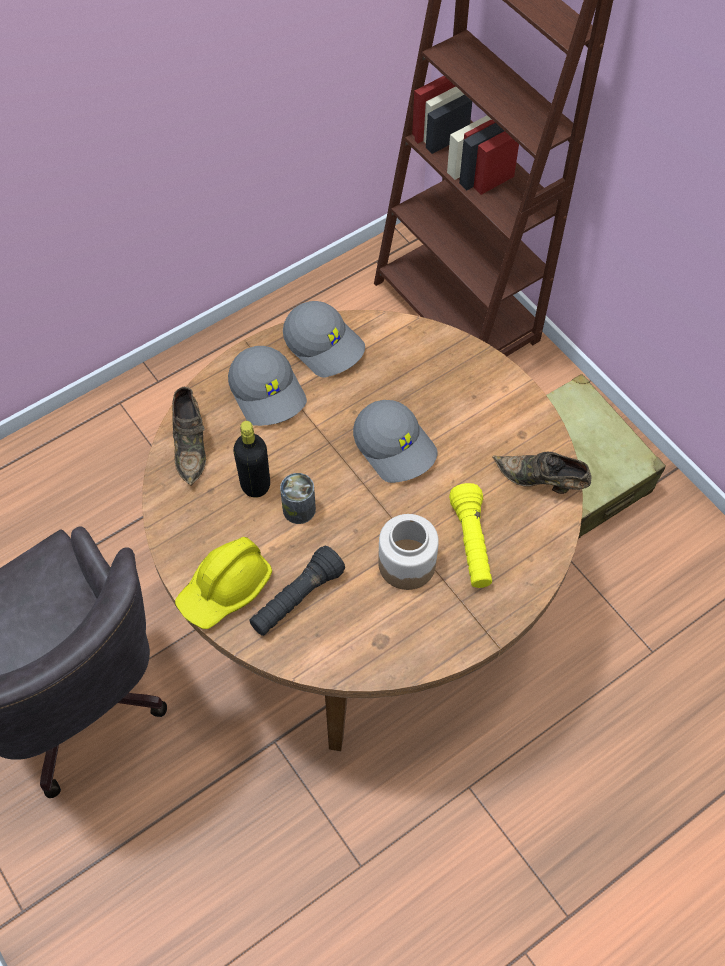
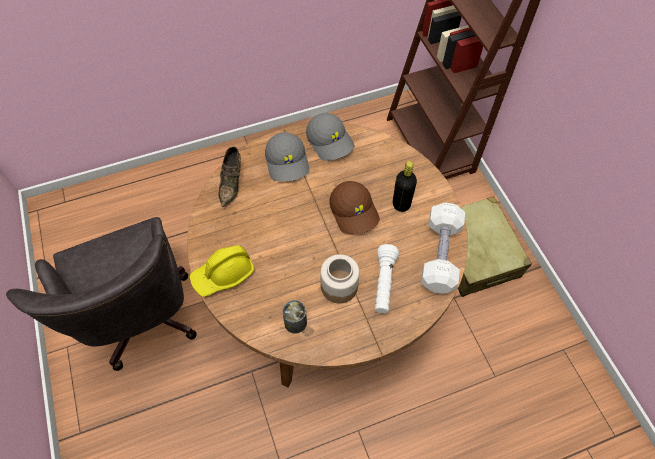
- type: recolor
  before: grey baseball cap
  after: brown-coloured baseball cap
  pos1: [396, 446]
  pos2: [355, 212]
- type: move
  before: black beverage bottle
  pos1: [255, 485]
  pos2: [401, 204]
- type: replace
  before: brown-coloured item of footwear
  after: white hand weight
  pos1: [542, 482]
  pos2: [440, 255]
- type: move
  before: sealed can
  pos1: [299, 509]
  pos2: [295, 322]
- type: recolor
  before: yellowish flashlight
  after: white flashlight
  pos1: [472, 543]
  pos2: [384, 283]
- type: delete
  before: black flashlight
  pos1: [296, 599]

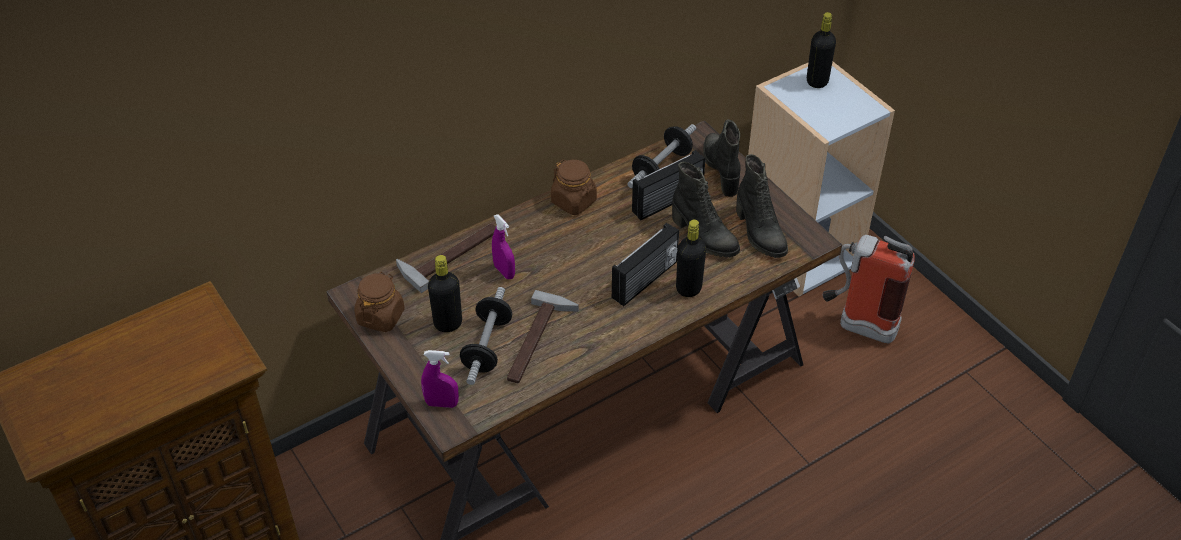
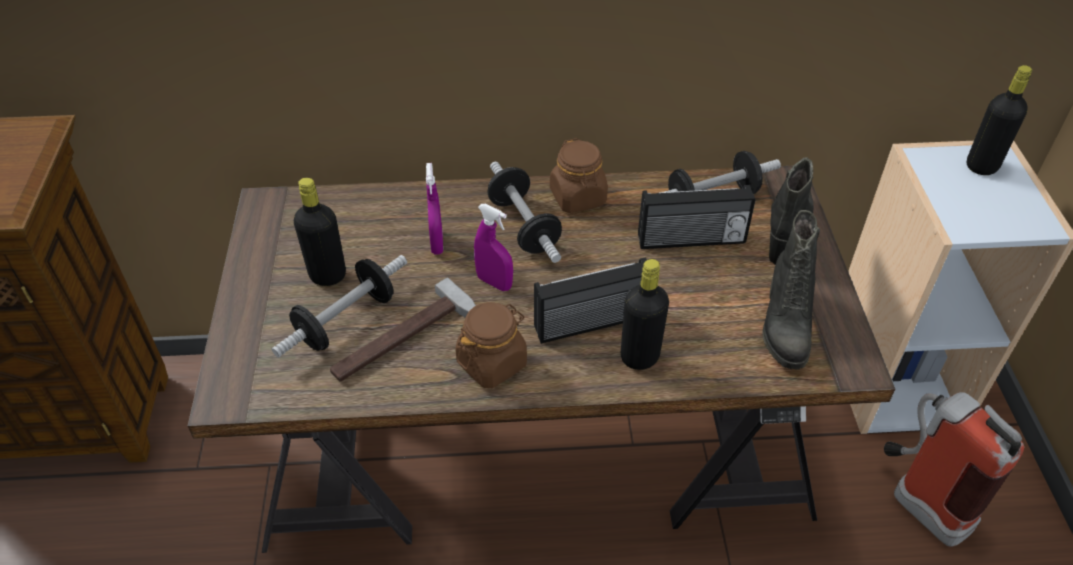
- type: delete
  before: black tall boot
  pos1: [703, 237]
- type: delete
  before: hammer
  pos1: [450, 253]
- type: move
  before: brown-coloured jar
  pos1: [381, 316]
  pos2: [492, 363]
- type: move
  before: purple-coloured sprayer
  pos1: [442, 403]
  pos2: [494, 282]
- type: insert
  after: hand weight
  pos2: [524, 226]

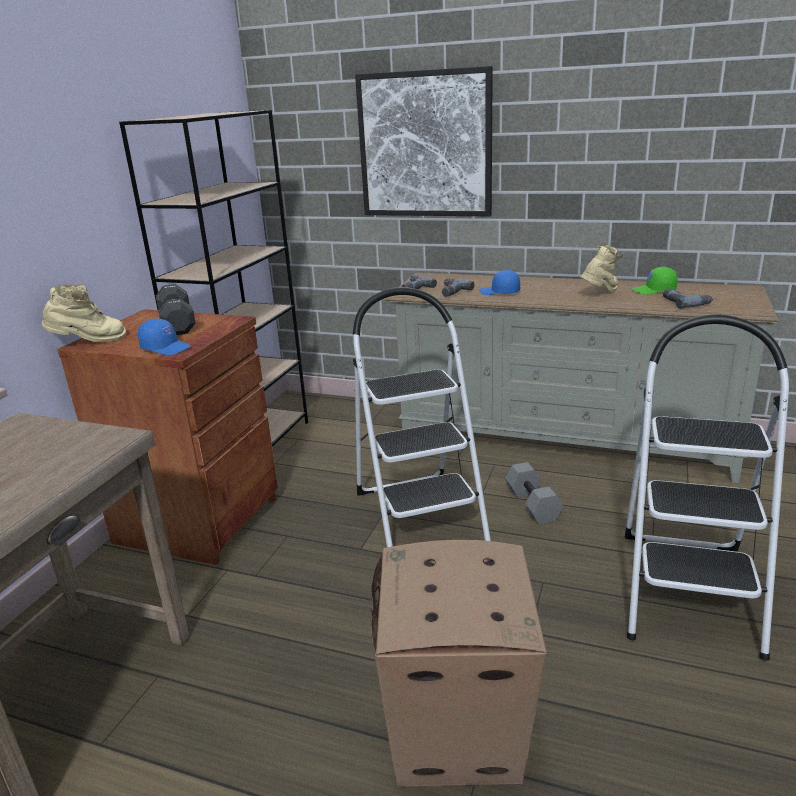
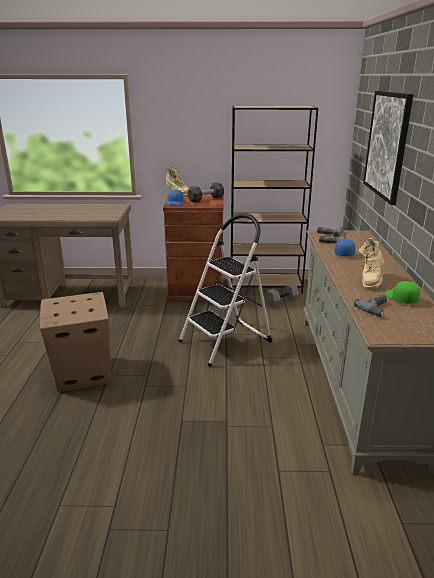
- type: rotate
  before: sand-coloured tall boot
  pos1: [600, 294]
  pos2: [370, 281]
  turn: 90
- type: delete
  before: step ladder
  pos1: [688, 588]
- type: move
  before: grey hand weight
  pos1: [531, 504]
  pos2: [281, 301]

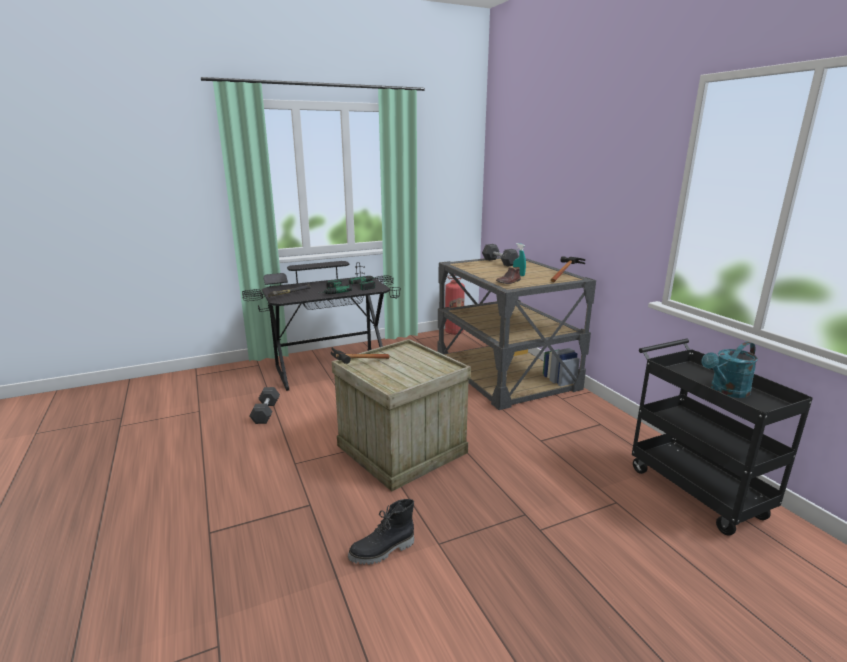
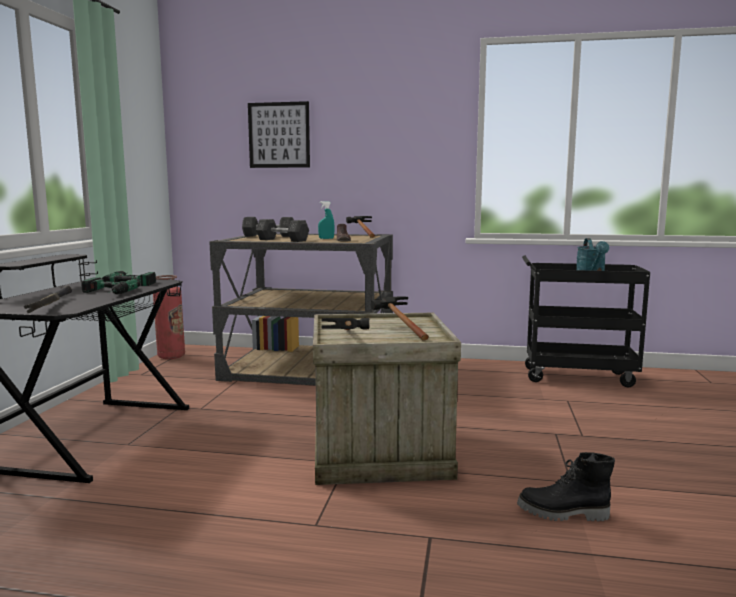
- type: move
  before: grey hand weight
  pos1: [266, 412]
  pos2: [282, 240]
- type: rotate
  before: black tall boot
  pos1: [382, 551]
  pos2: [563, 514]
  turn: 90
- type: insert
  after: wall art
  pos2: [279, 135]
- type: insert
  after: hammer
  pos2: [398, 329]

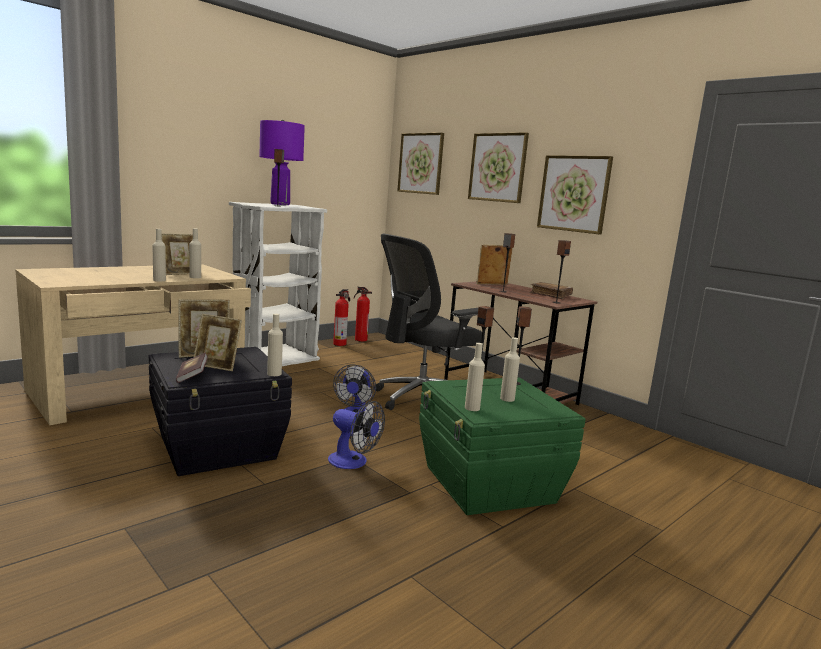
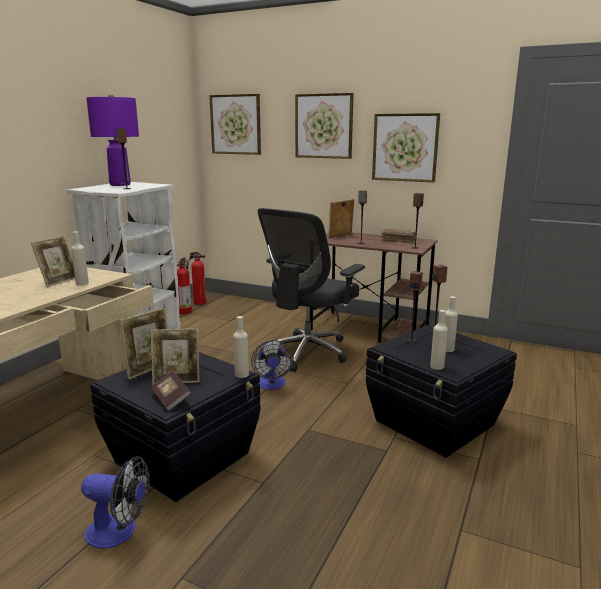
- type: delete
  before: sand-coloured beverage bottle
  pos1: [159, 280]
- type: recolor
  before: green-coloured storage container
  after: black storage container
  pos1: [488, 484]
  pos2: [435, 423]
- type: move
  before: electric fan
  pos1: [353, 462]
  pos2: [119, 532]

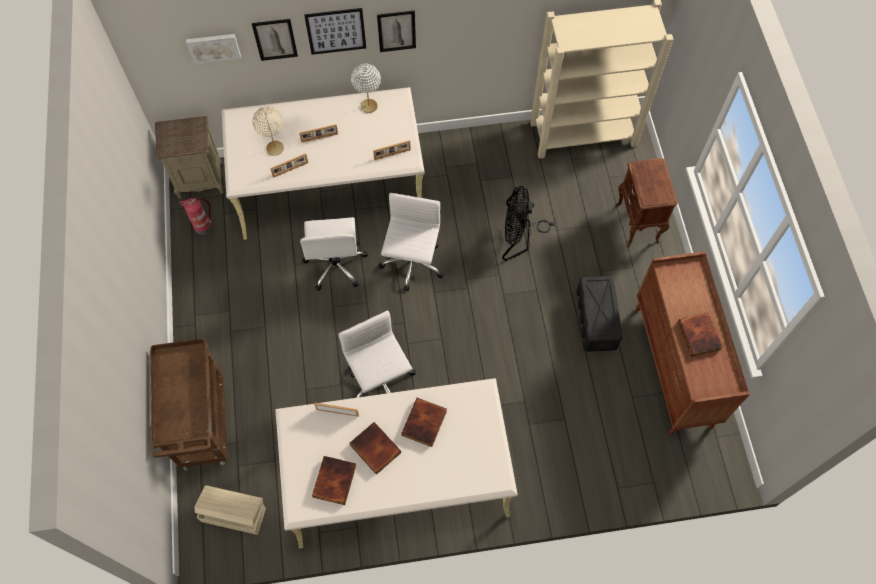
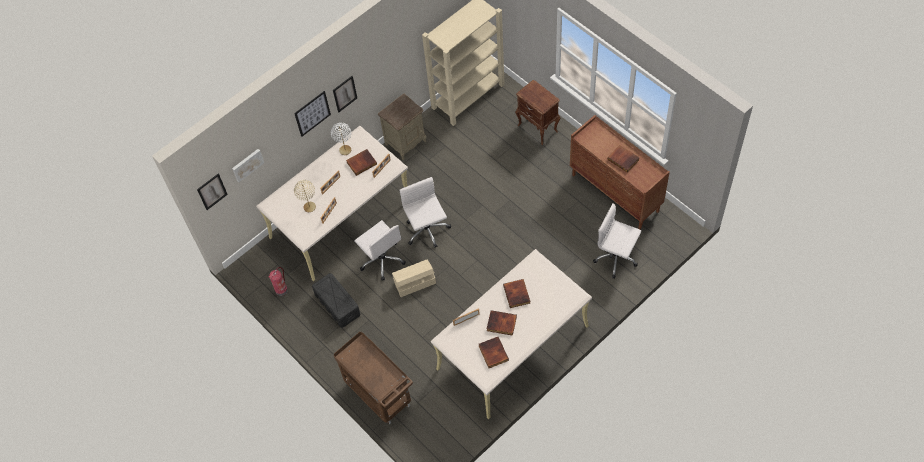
- type: move
  before: wall art
  pos1: [275, 39]
  pos2: [212, 191]
- type: move
  before: sand-coloured night table
  pos1: [200, 180]
  pos2: [406, 143]
- type: delete
  before: black electric fan
  pos1: [520, 233]
- type: move
  before: black storage container
  pos1: [596, 320]
  pos2: [338, 305]
- type: move
  before: white computer chair
  pos1: [380, 381]
  pos2: [616, 258]
- type: move
  before: sand-coloured storage container
  pos1: [233, 513]
  pos2: [414, 282]
- type: insert
  after: bound book
  pos2: [361, 162]

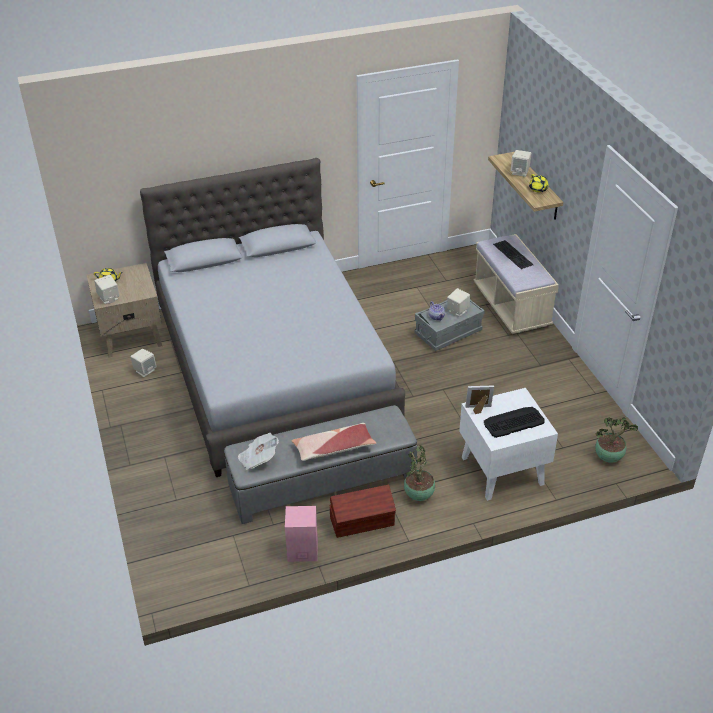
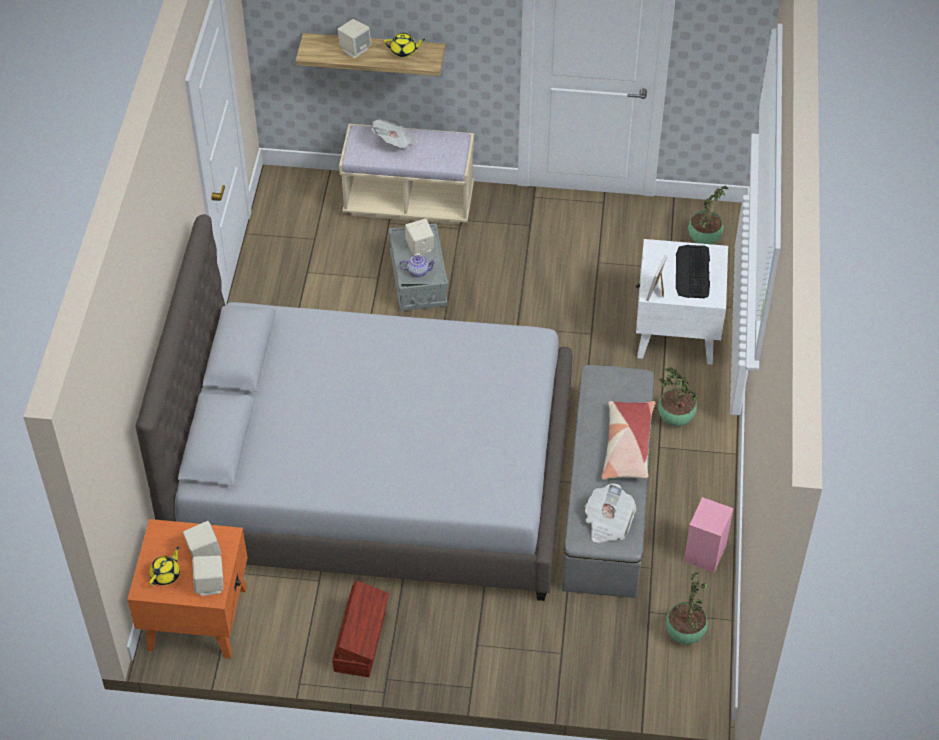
- type: replace
  before: keyboard
  after: daily paper
  pos1: [514, 254]
  pos2: [395, 143]
- type: recolor
  before: sand-coloured night table
  after: orangey night table
  pos1: [132, 335]
  pos2: [197, 617]
- type: move
  before: sand-coloured loudspeaker
  pos1: [145, 370]
  pos2: [203, 553]
- type: move
  before: brown-coloured storage container
  pos1: [363, 522]
  pos2: [361, 640]
- type: insert
  after: houseplant
  pos2: [684, 633]

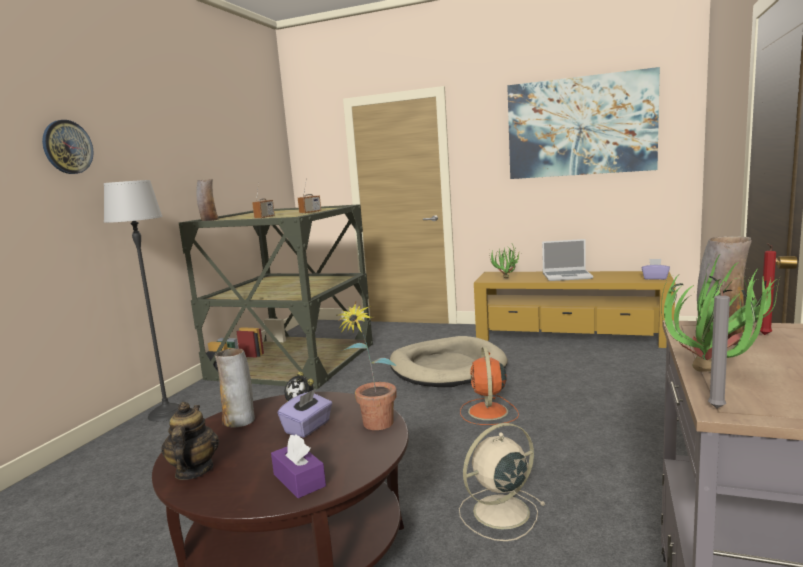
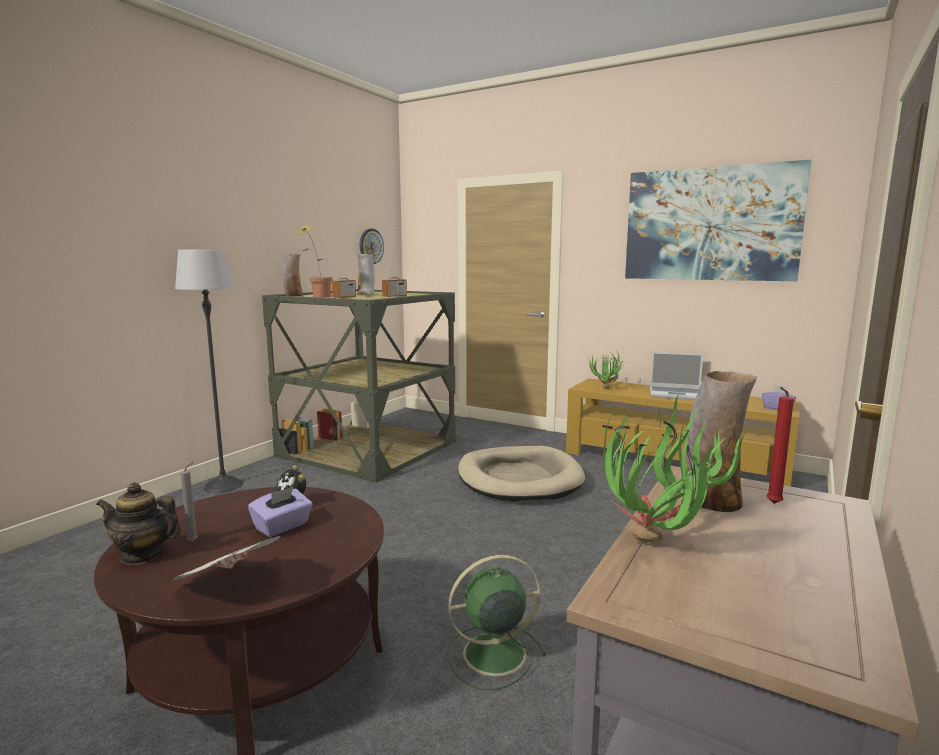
- type: move
  before: clock on the wall
  pos1: [67, 147]
  pos2: [371, 246]
- type: move
  before: grey wax candle
  pos1: [717, 407]
  pos2: [194, 541]
- type: move
  before: houseplant
  pos1: [373, 427]
  pos2: [317, 297]
- type: delete
  before: orangey electric fan
  pos1: [488, 412]
- type: move
  before: vase
  pos1: [239, 420]
  pos2: [366, 294]
- type: rotate
  before: pot for tea
  pos1: [193, 471]
  pos2: [143, 555]
  turn: -90
- type: recolor
  before: sand-coloured electric fan
  after: green-coloured electric fan
  pos1: [499, 512]
  pos2: [491, 654]
- type: replace
  before: purple-coloured box of tissues
  after: daily paper
  pos1: [299, 480]
  pos2: [229, 584]

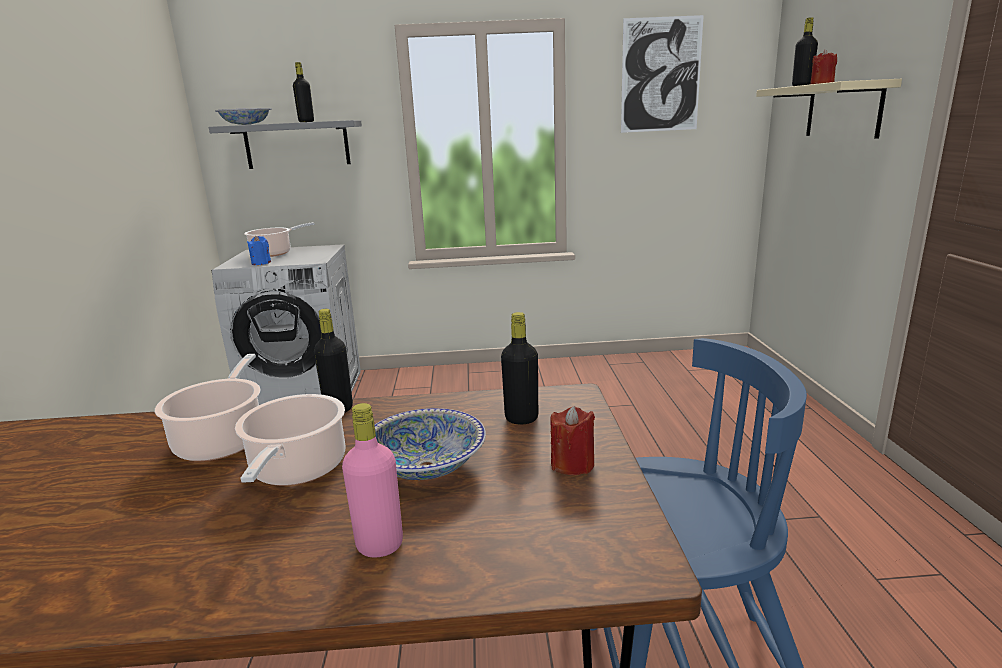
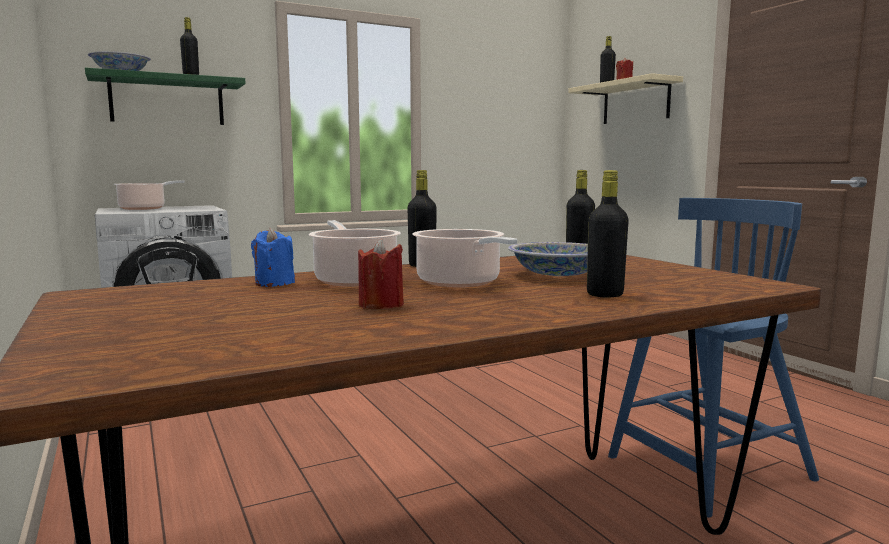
- type: delete
  before: wall art
  pos1: [661, 75]
- type: recolor
  before: grey shelf
  after: green-coloured shelf
  pos1: [297, 145]
  pos2: [167, 101]
- type: move
  before: blue wax candle
  pos1: [261, 263]
  pos2: [274, 283]
- type: recolor
  before: pink-coloured beverage bottle
  after: black beverage bottle
  pos1: [379, 545]
  pos2: [605, 295]
- type: move
  before: red wax candle
  pos1: [572, 464]
  pos2: [381, 305]

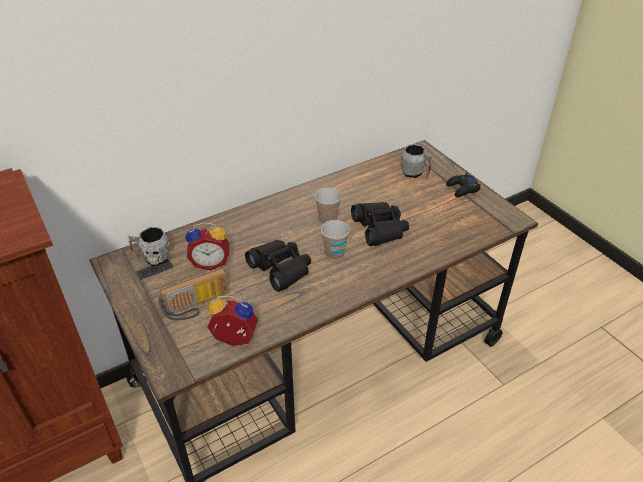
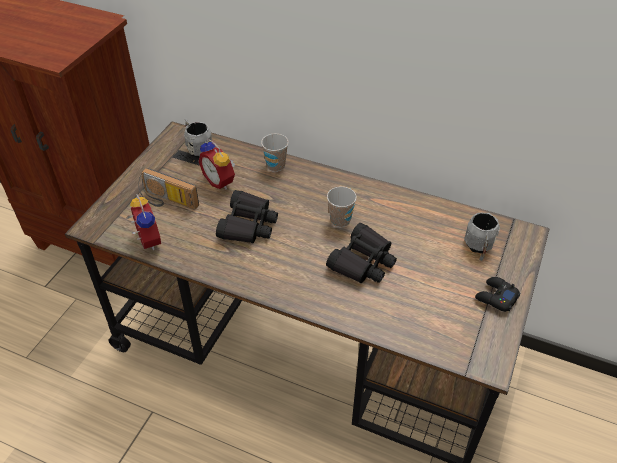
- type: move
  before: small cup
  pos1: [334, 253]
  pos2: [276, 166]

